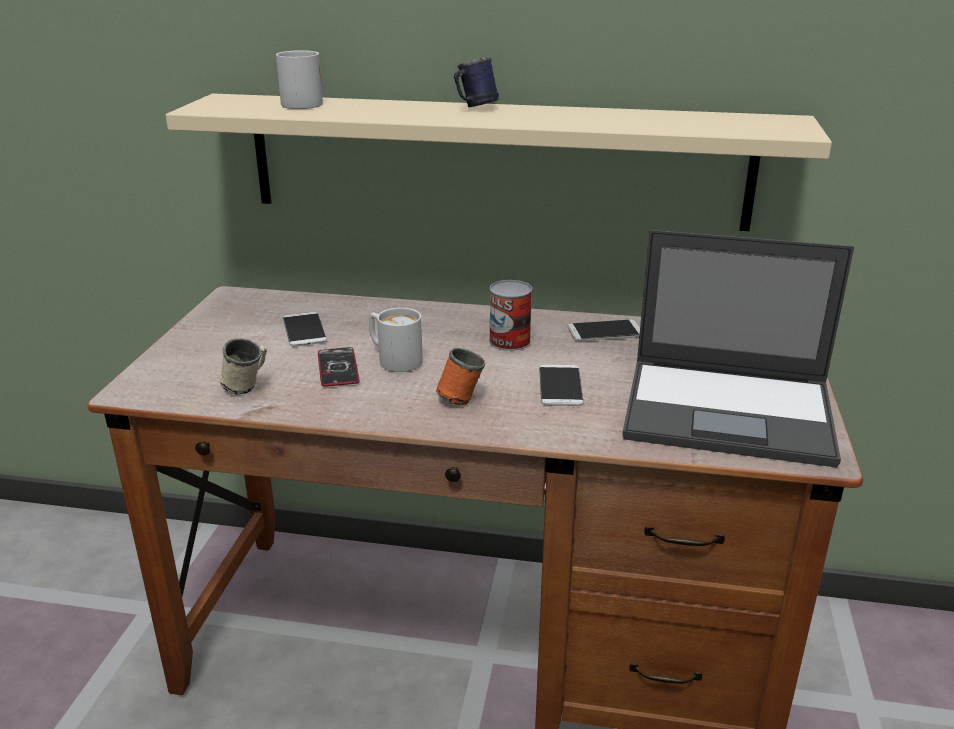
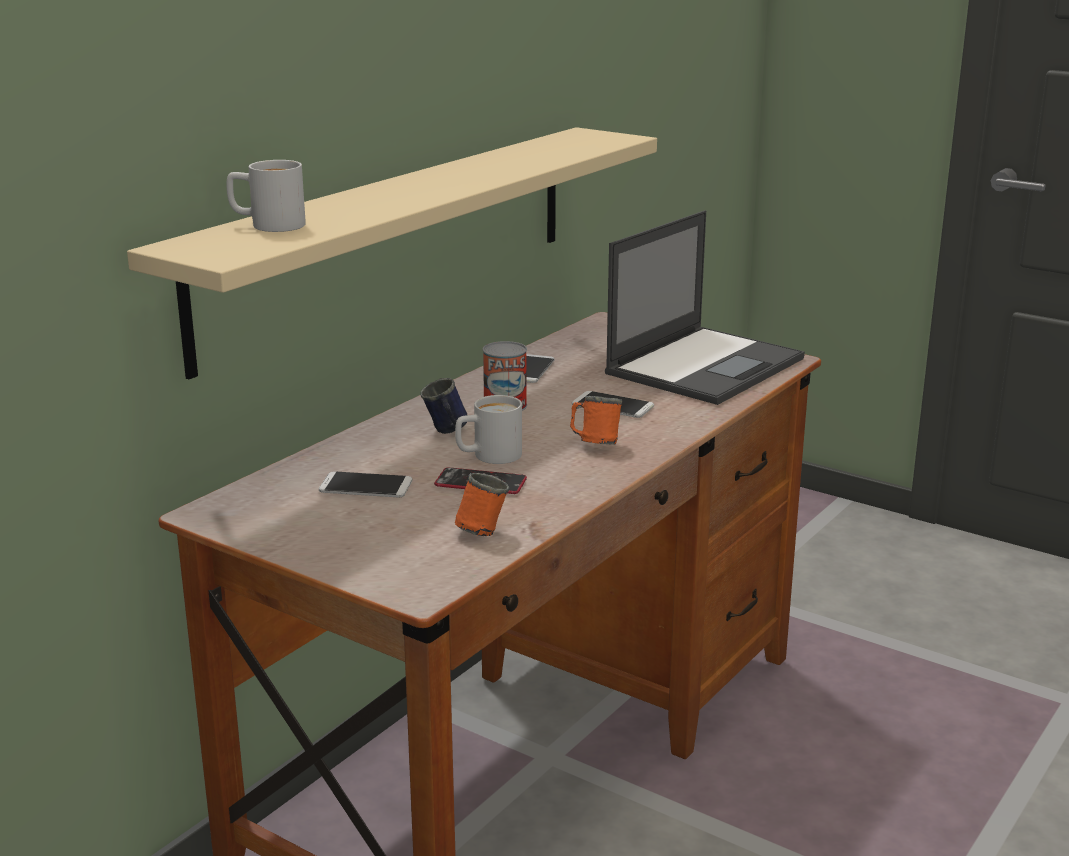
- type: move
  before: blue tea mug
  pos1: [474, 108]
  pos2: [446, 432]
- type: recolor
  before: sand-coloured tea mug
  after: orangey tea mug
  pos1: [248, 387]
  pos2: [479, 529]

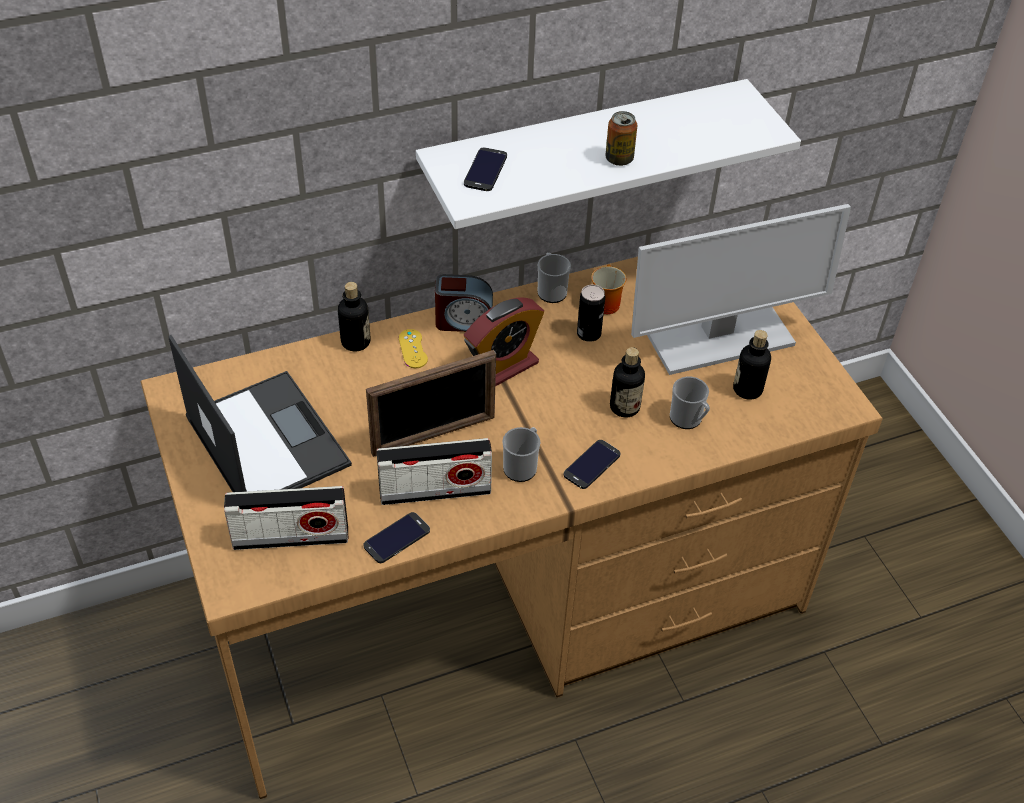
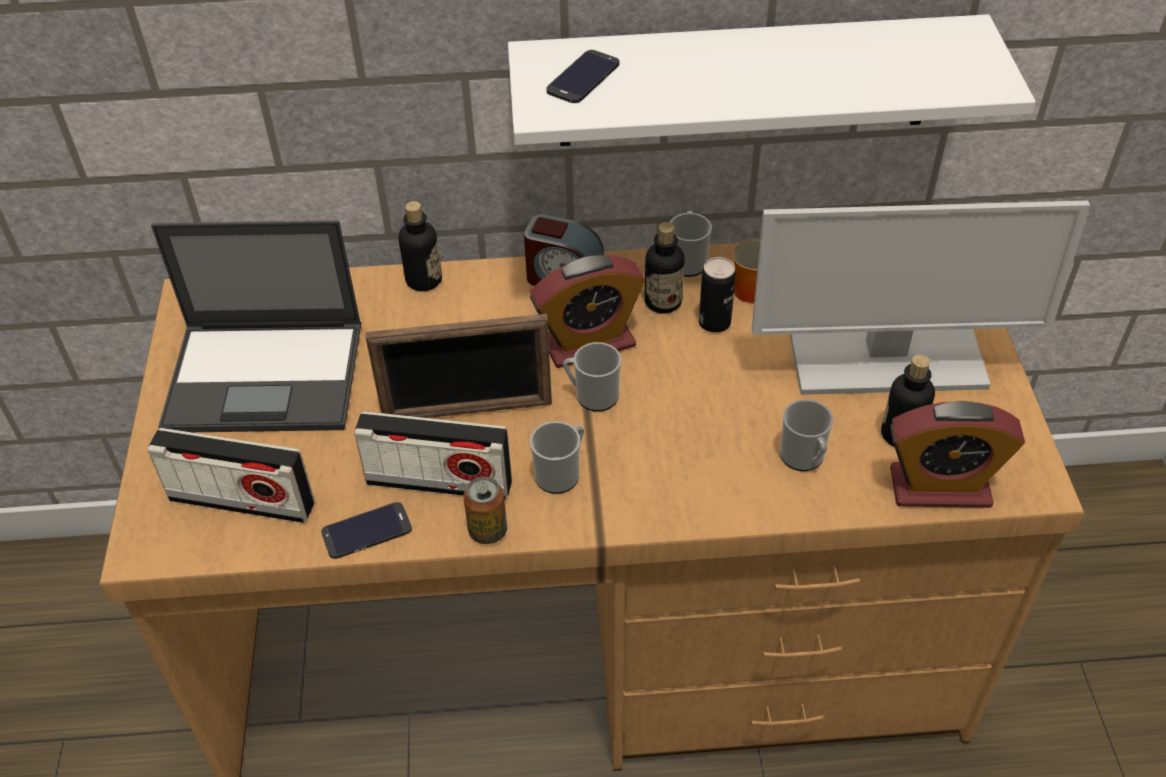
- type: move
  before: sealed can
  pos1: [619, 159]
  pos2: [488, 530]
- type: delete
  before: yellowish game controller
  pos1: [413, 349]
- type: rotate
  before: portable computer
  pos1: [265, 440]
  pos2: [268, 376]
  turn: 105
- type: move
  before: beverage bottle
  pos1: [624, 407]
  pos2: [663, 302]
- type: delete
  before: telephone
  pos1: [591, 464]
- type: insert
  after: tea mug
  pos2: [592, 395]
- type: insert
  after: table clock
  pos2: [940, 487]

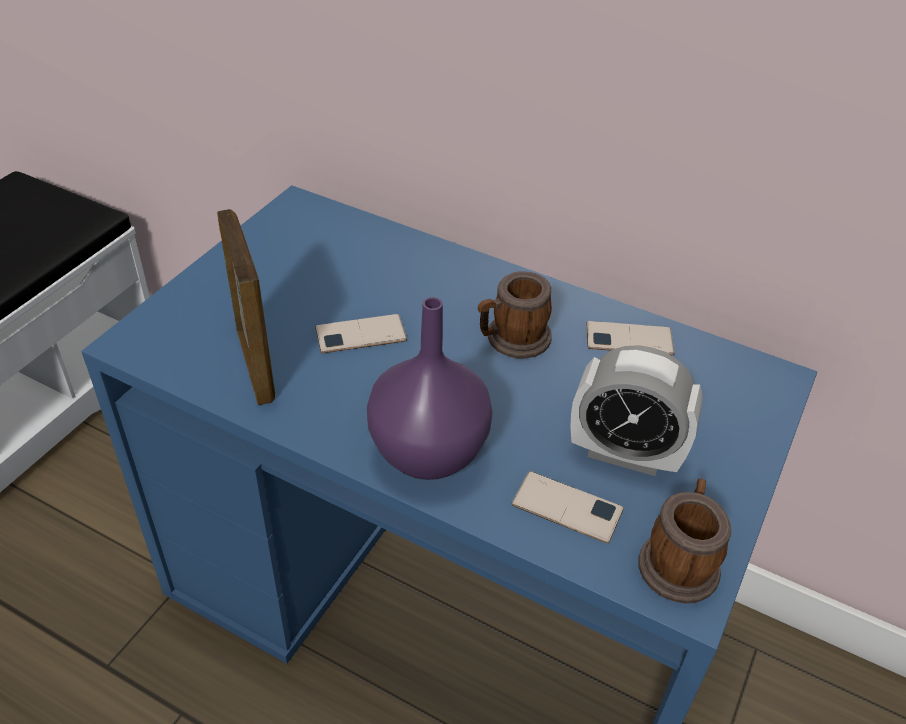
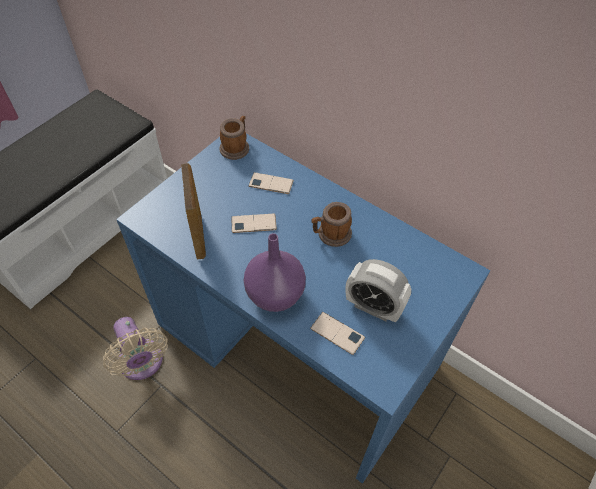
- type: move
  before: telephone
  pos1: [629, 339]
  pos2: [271, 183]
- type: move
  before: tea mug
  pos1: [679, 560]
  pos2: [236, 147]
- type: insert
  after: sand-coloured electric fan
  pos2: [142, 364]

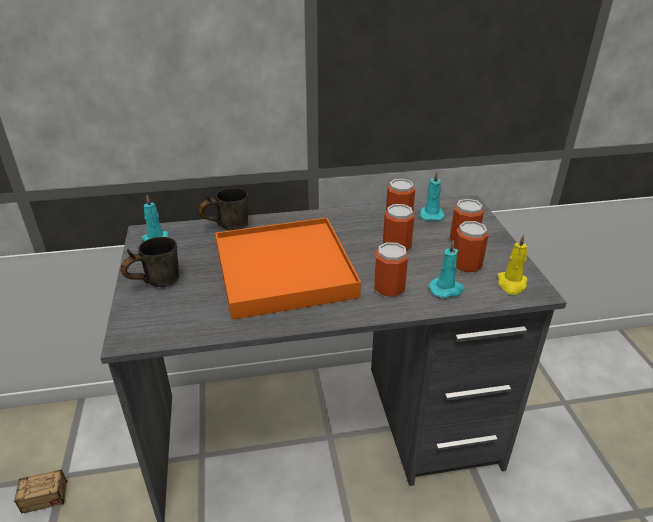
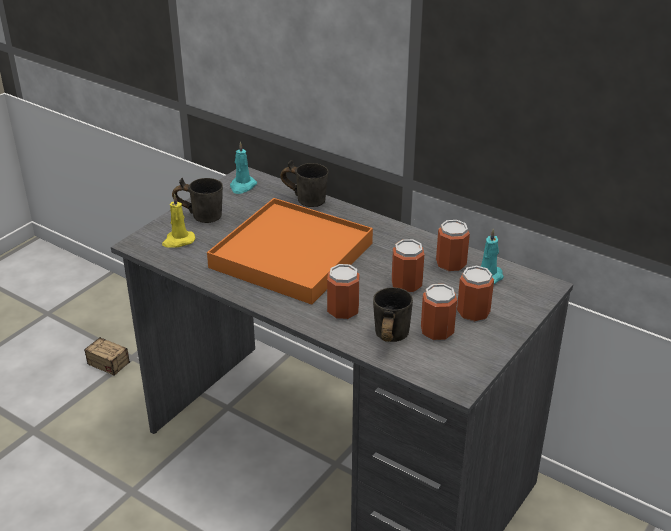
- type: move
  before: yellowish wax candle
  pos1: [511, 284]
  pos2: [178, 241]
- type: replace
  before: turquoise wax candle
  after: grey tea mug
  pos1: [447, 289]
  pos2: [386, 338]

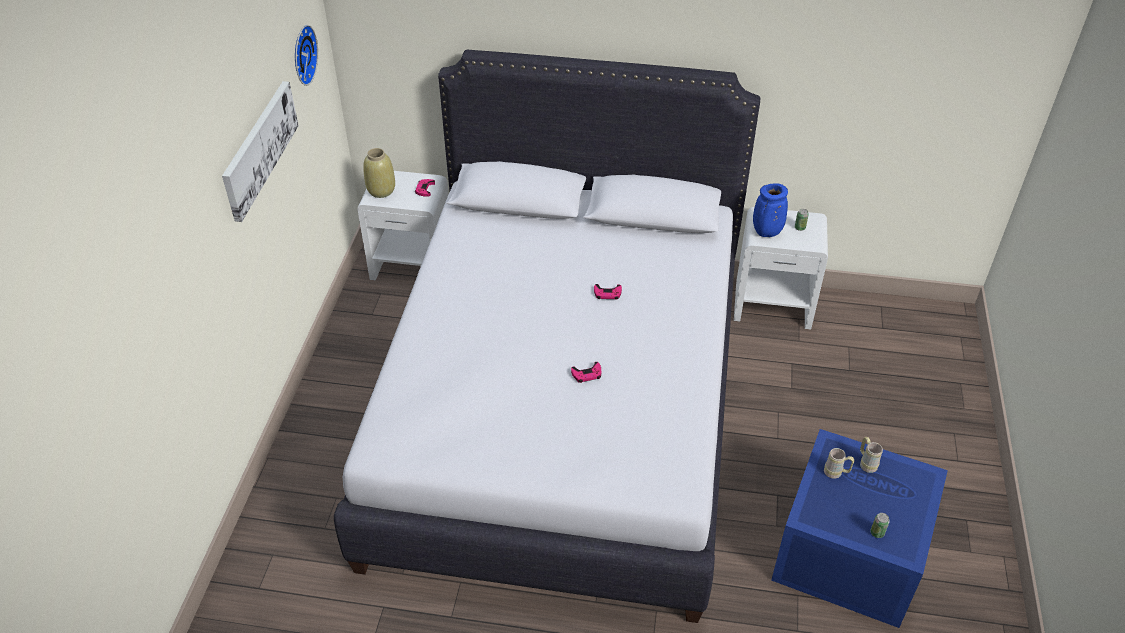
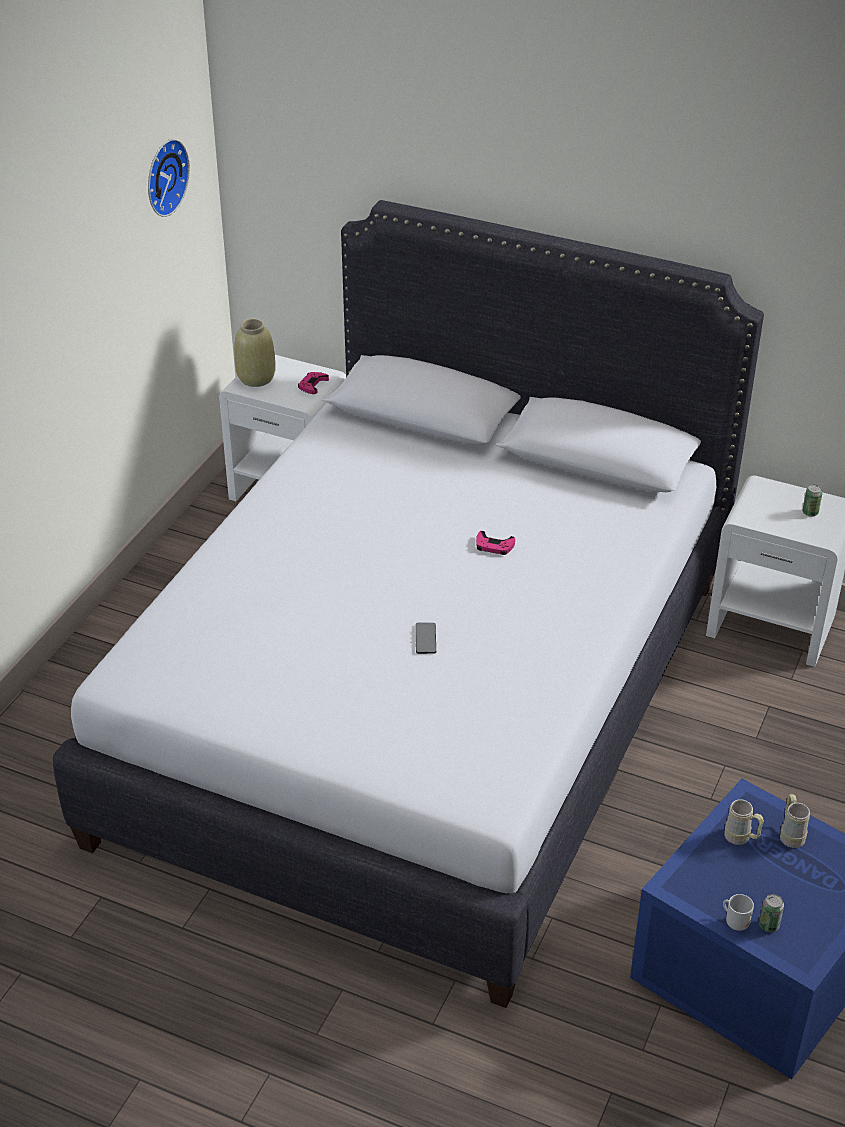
- type: delete
  before: wall art
  pos1: [259, 148]
- type: delete
  before: blue vase
  pos1: [766, 233]
- type: replace
  before: pink-coloured game controller
  after: telephone
  pos1: [587, 374]
  pos2: [425, 639]
- type: insert
  after: tea mug
  pos2: [736, 922]

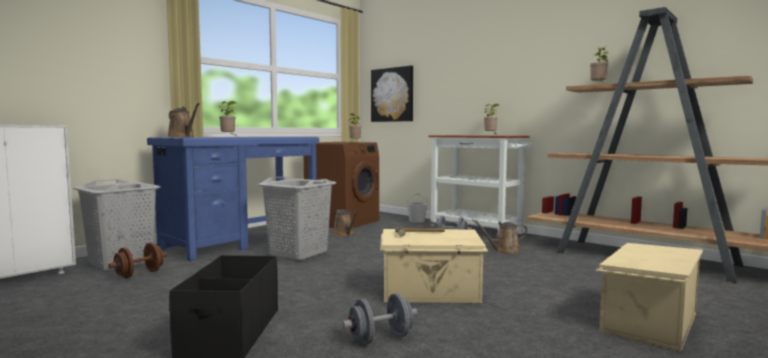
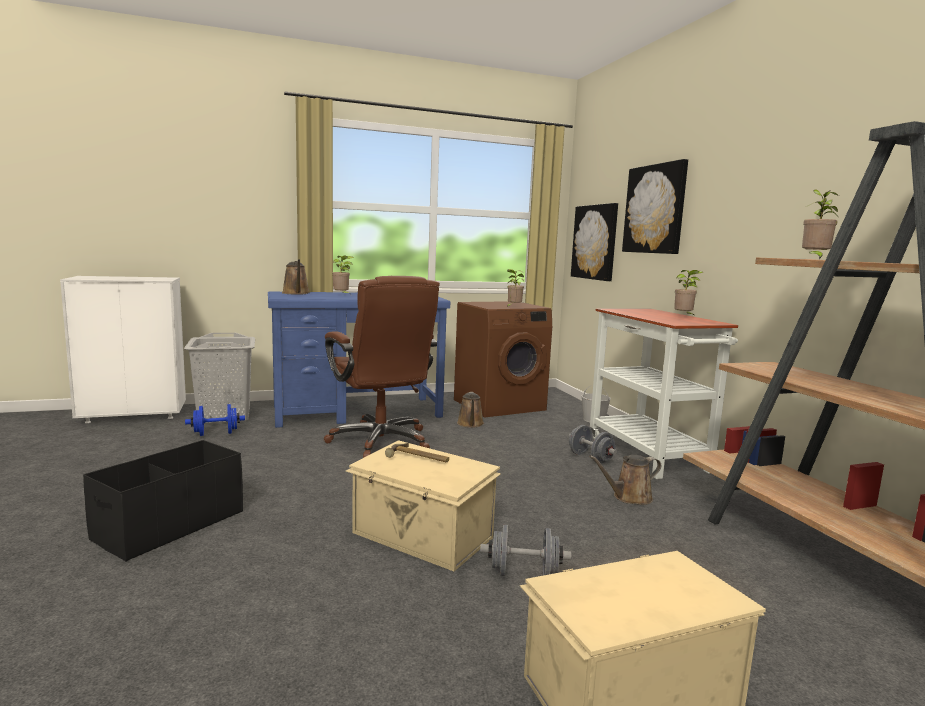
- type: replace
  before: grey hamper
  after: brown-coloured computer chair
  pos1: [298, 253]
  pos2: [381, 441]
- type: rotate
  before: brown-coloured watering can
  pos1: [504, 251]
  pos2: [629, 497]
  turn: -45
- type: recolor
  before: brown-coloured hand weight
  after: blue hand weight
  pos1: [139, 274]
  pos2: [216, 434]
- type: move
  before: grey hand weight
  pos1: [380, 338]
  pos2: [523, 574]
- type: insert
  after: wall art
  pos2: [655, 209]

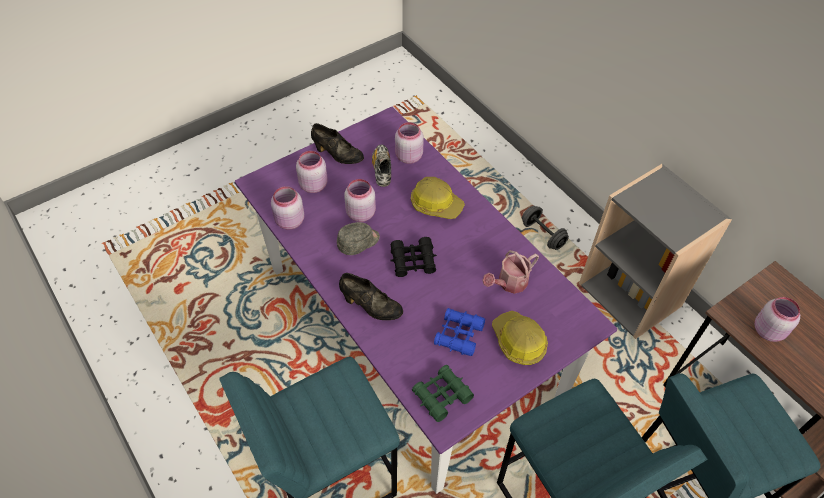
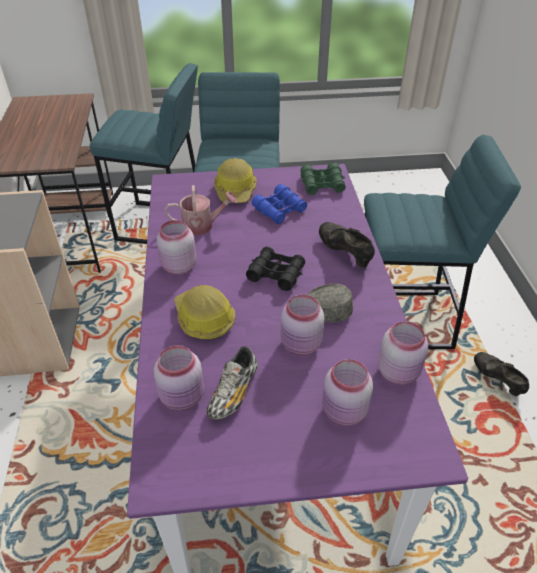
- type: move
  before: black item of footwear
  pos1: [337, 155]
  pos2: [497, 380]
- type: delete
  before: grey hand weight
  pos1: [543, 235]
- type: move
  before: pink-coloured jar
  pos1: [768, 330]
  pos2: [178, 267]

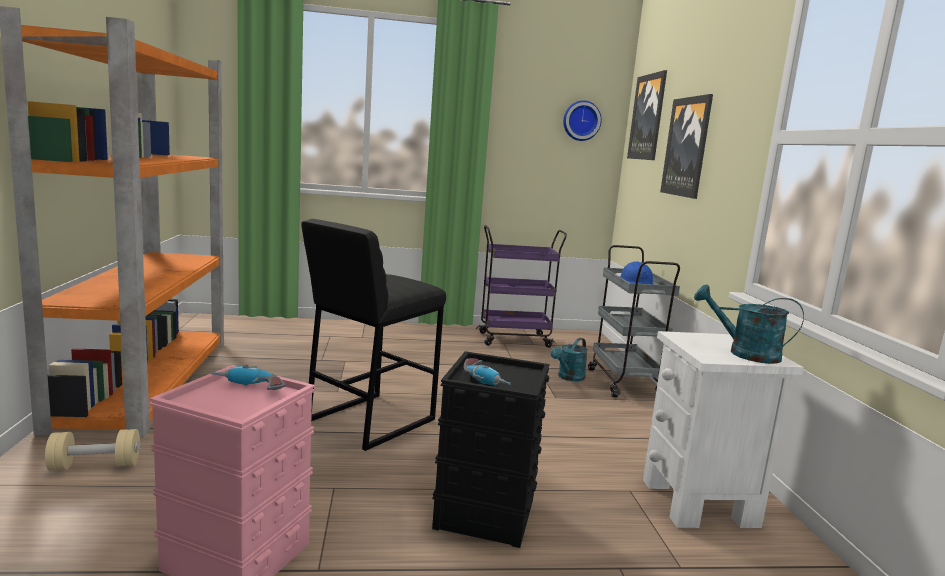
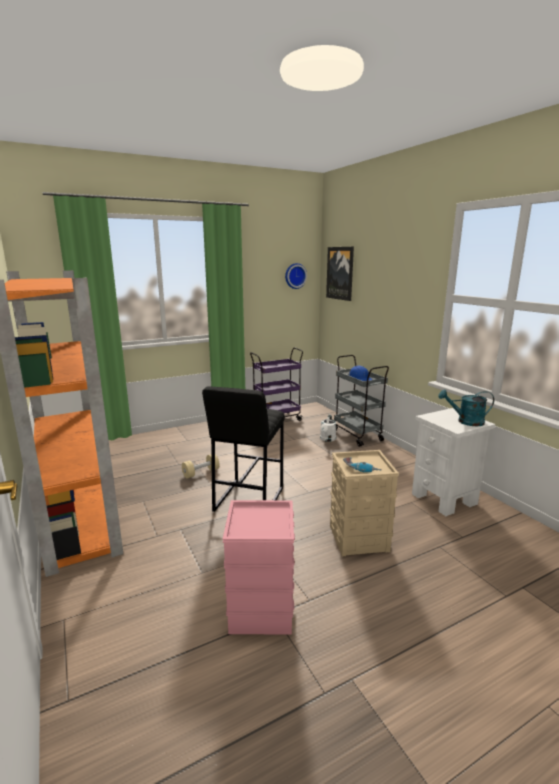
- type: delete
  before: wall art
  pos1: [687, 147]
- type: recolor
  before: turquoise watering can
  after: white watering can
  pos1: [568, 377]
  pos2: [327, 439]
- type: recolor
  before: black storage container
  after: sand-coloured storage container
  pos1: [486, 513]
  pos2: [359, 538]
- type: delete
  before: drill
  pos1: [248, 388]
- type: move
  before: sand-coloured hand weight
  pos1: [95, 465]
  pos2: [201, 473]

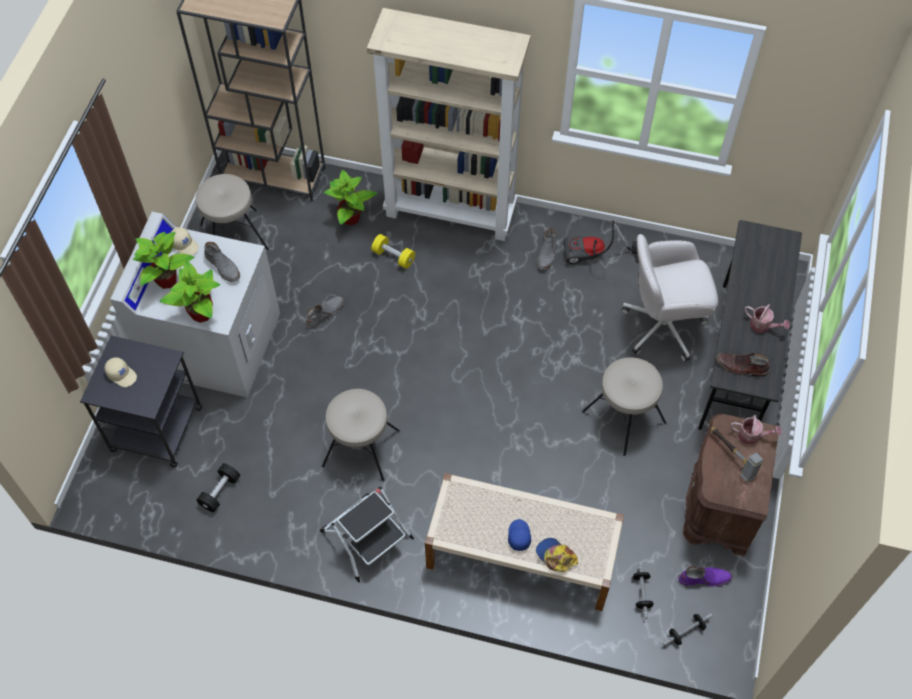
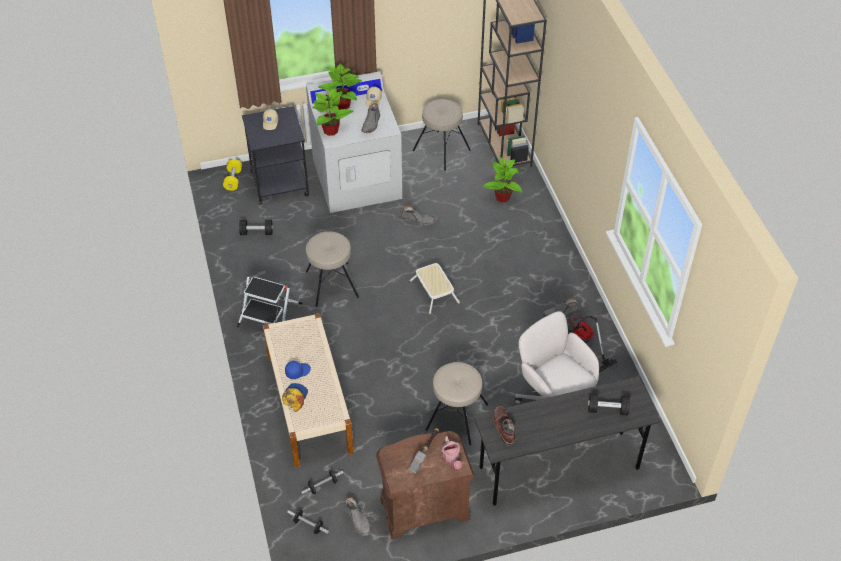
- type: delete
  before: sand-coloured bookshelf
  pos1: [451, 212]
- type: move
  before: yellowish hand weight
  pos1: [393, 256]
  pos2: [233, 180]
- type: delete
  before: watering can
  pos1: [763, 326]
- type: recolor
  before: purple-coloured tall boot
  after: grey tall boot
  pos1: [704, 578]
  pos2: [358, 520]
- type: insert
  after: sand-coloured step ladder
  pos2: [434, 291]
- type: insert
  after: black hand weight
  pos2: [607, 409]

